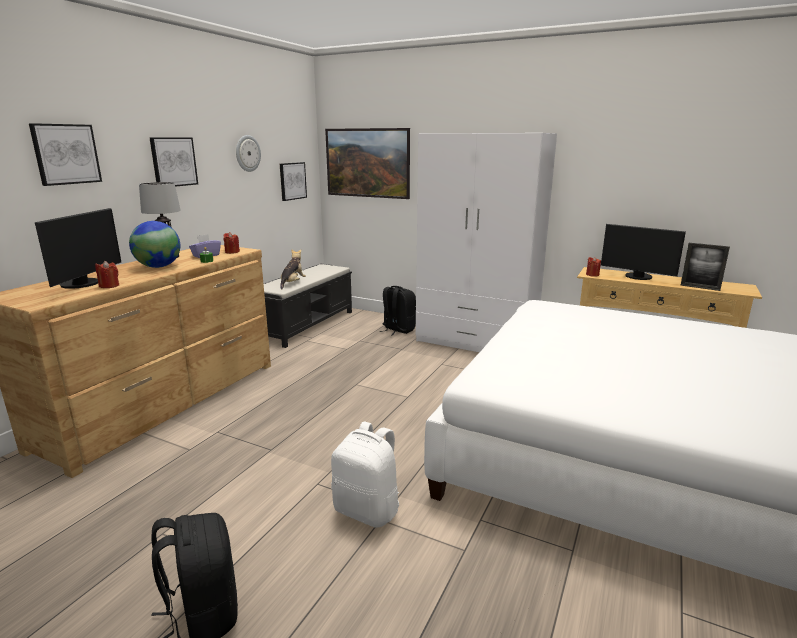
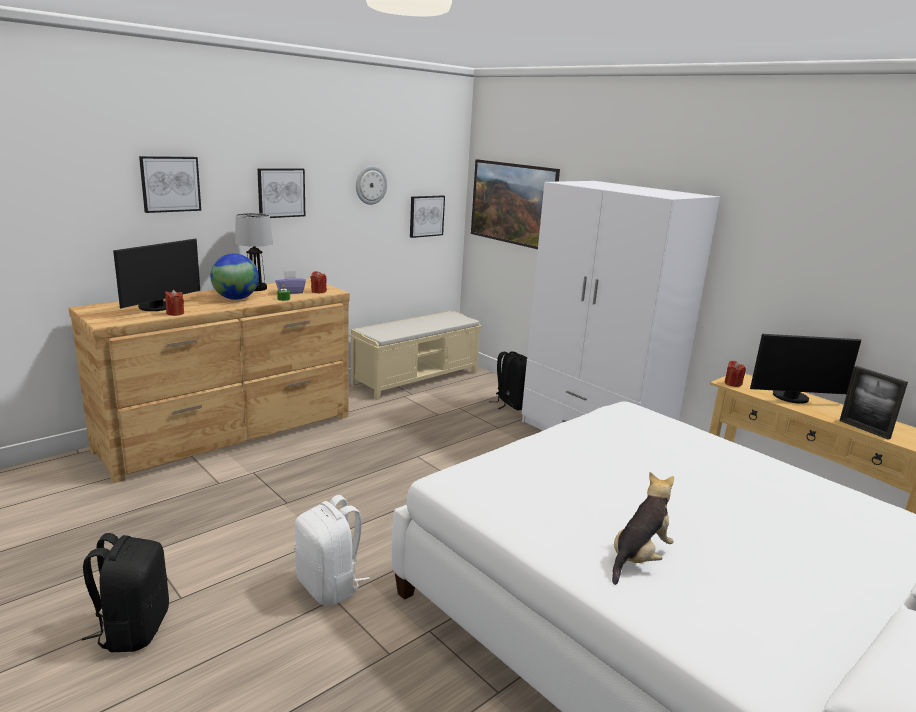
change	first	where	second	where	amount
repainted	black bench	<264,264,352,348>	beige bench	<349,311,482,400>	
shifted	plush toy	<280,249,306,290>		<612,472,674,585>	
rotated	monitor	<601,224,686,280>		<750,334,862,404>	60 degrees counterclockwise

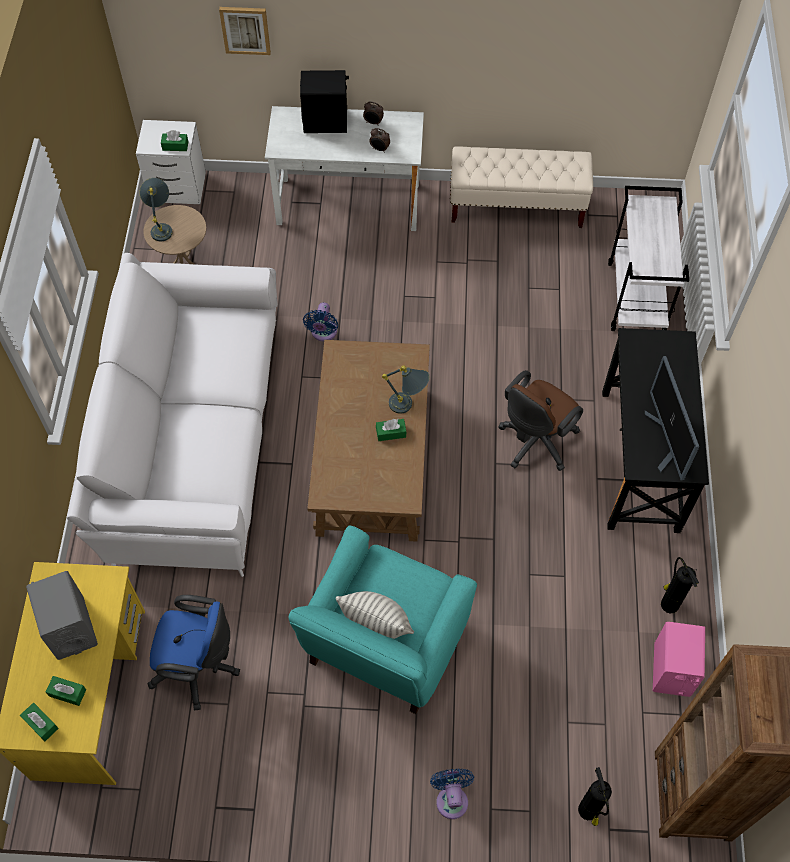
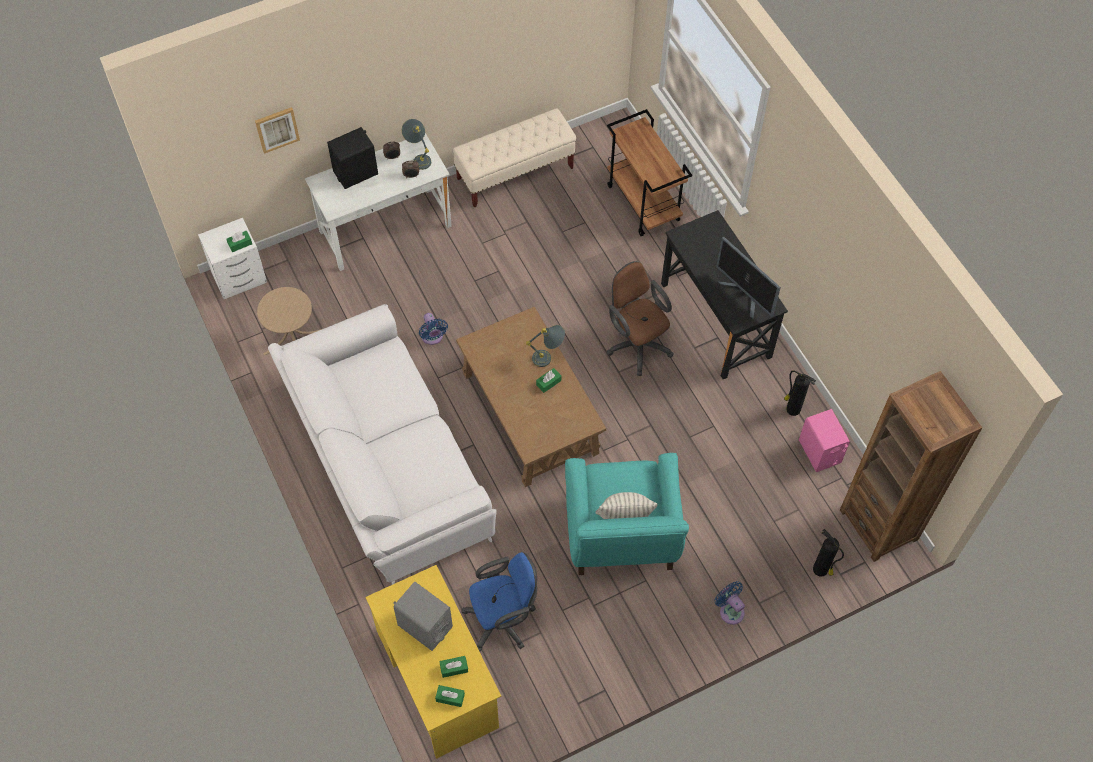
change	first	where	second	where	amount
shifted	grey table lamp	<140,178,173,241>		<402,119,431,170>	
repainted	white cart	<608,186,689,331>	brown cart	<607,109,692,236>	
rotated	brown office chair	<499,370,583,471>		<607,261,674,376>	135 degrees clockwise

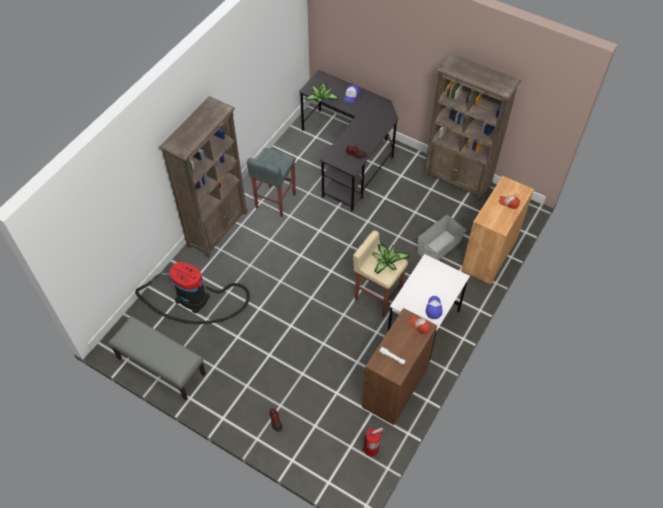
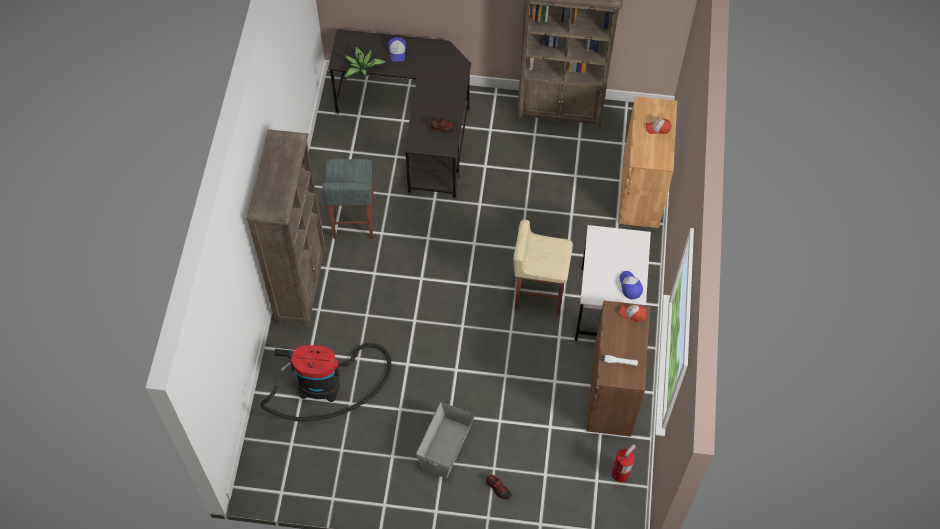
change	first	where	second	where	amount
shifted	grey storage box	<418,214,466,260>		<416,402,475,479>	
gone	grey bench	<108,316,206,400>			
gone	potted plant	<373,244,410,274>			

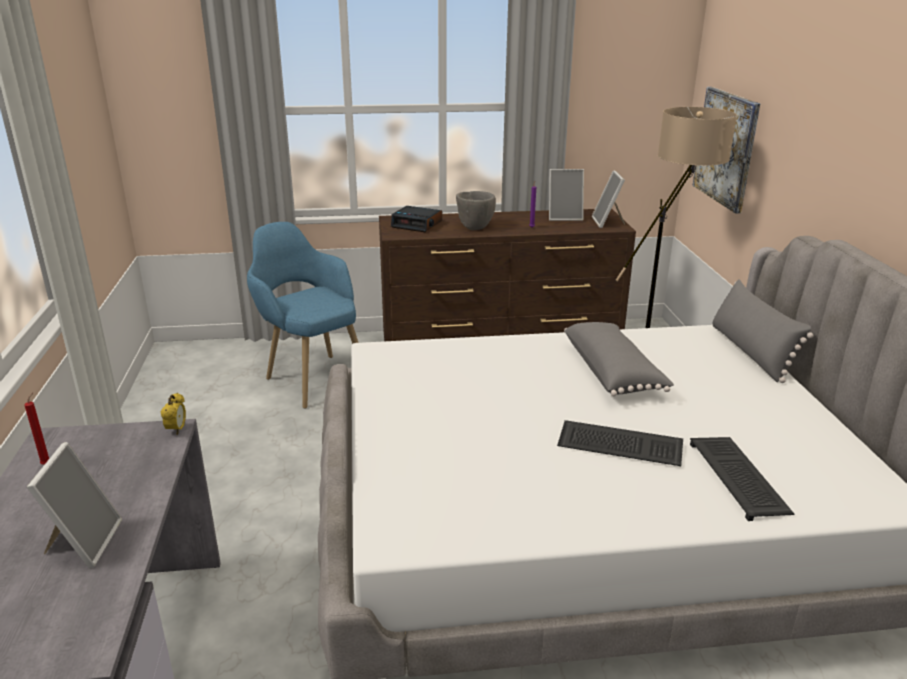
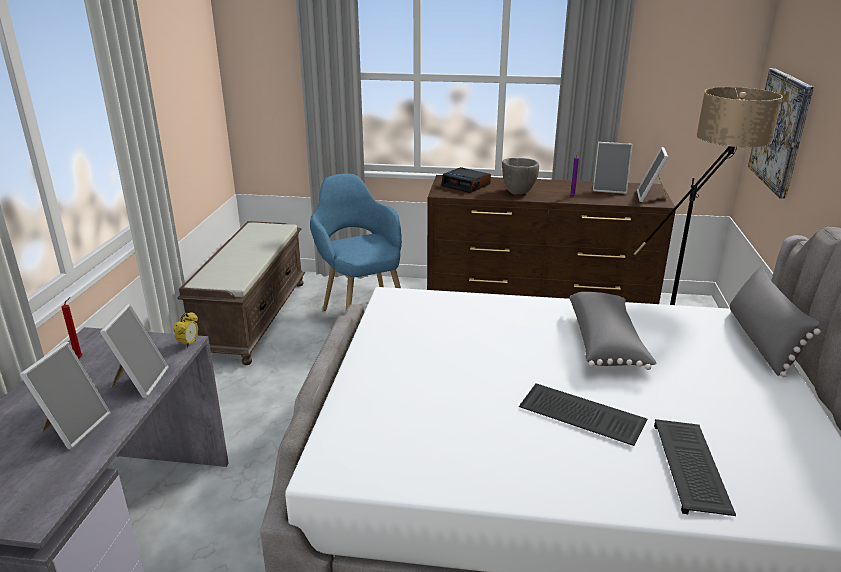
change	first	where	second	where	amount
new			picture frame	<100,304,169,398>	
new			brown bench	<177,221,305,365>	

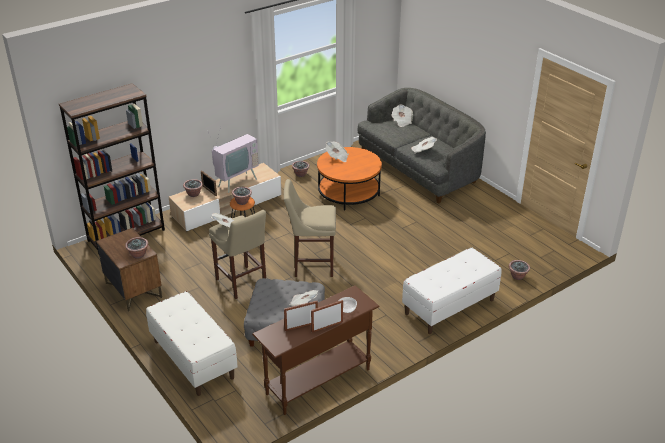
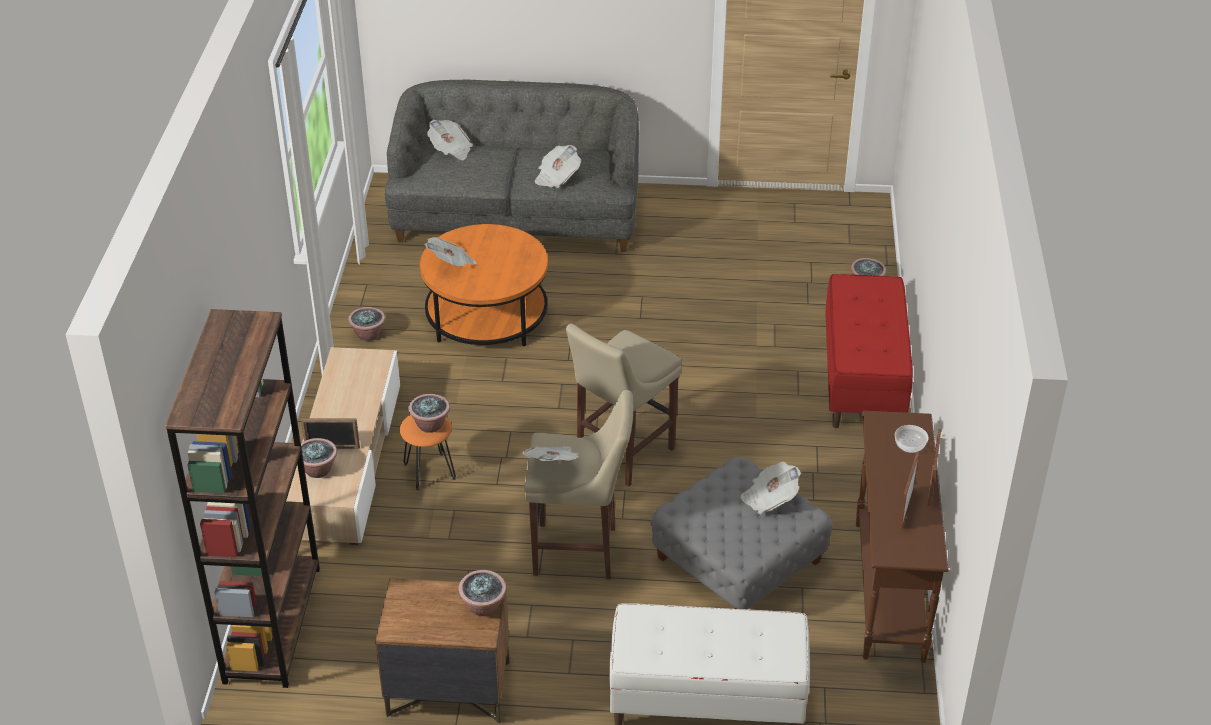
change	first	where	second	where	amount
repainted	white bench	<402,248,502,334>	red bench	<825,274,913,428>	
gone	television	<207,127,259,193>			

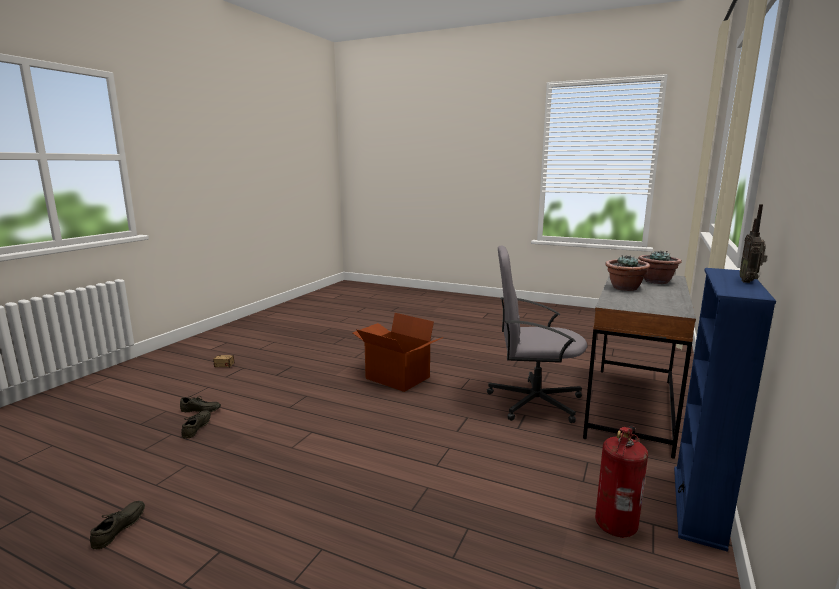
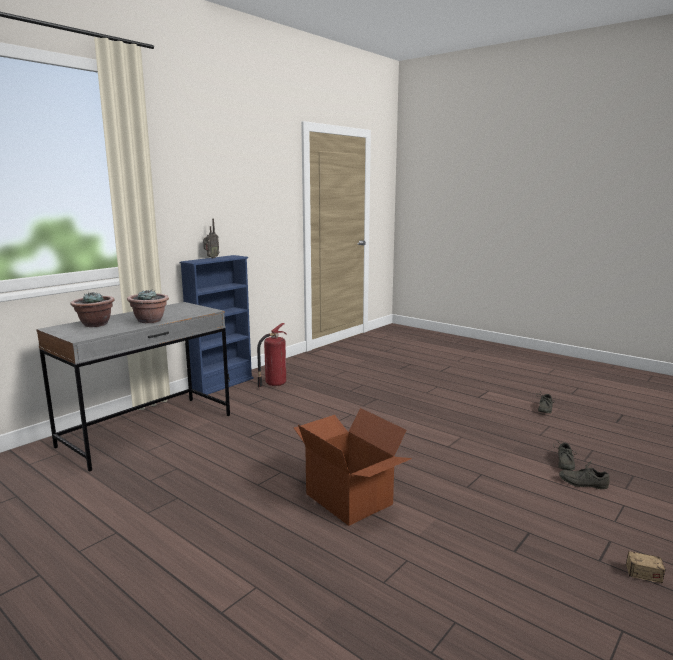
change	first	where	second	where	amount
gone	grey office chair	<487,246,587,423>			

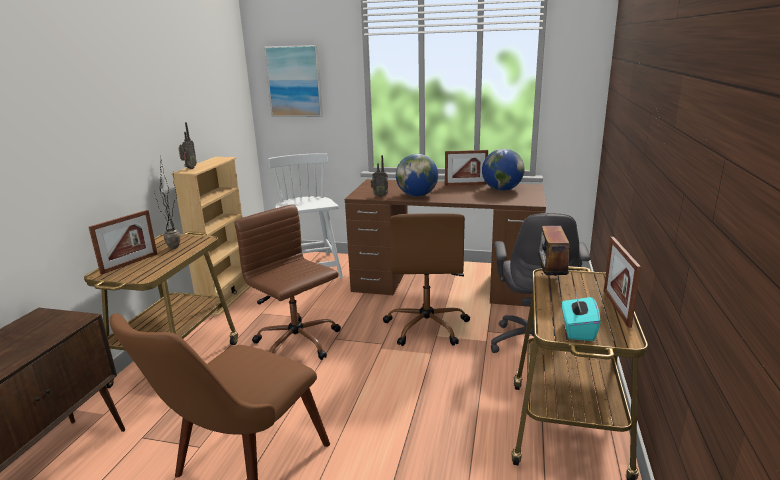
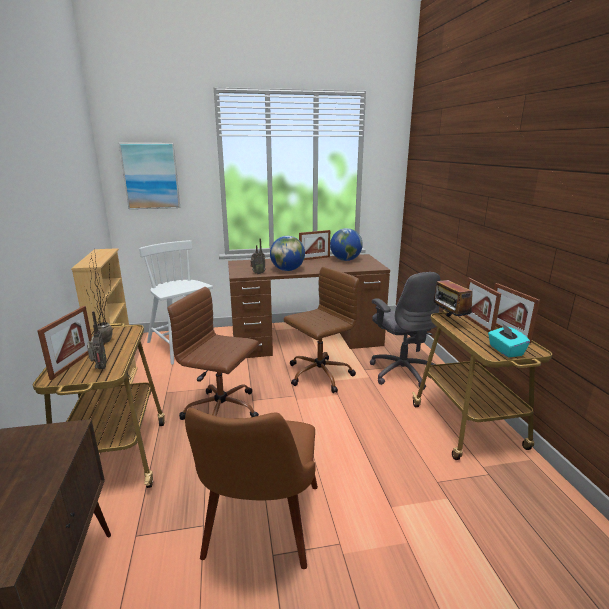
change	first	where	second	where	amount
shifted	radio	<179,122,197,169>		<87,311,107,369>	
rotated	brown office chair	<383,213,470,346>		<284,266,359,393>	105 degrees counterclockwise
new			picture frame	<463,278,501,332>	

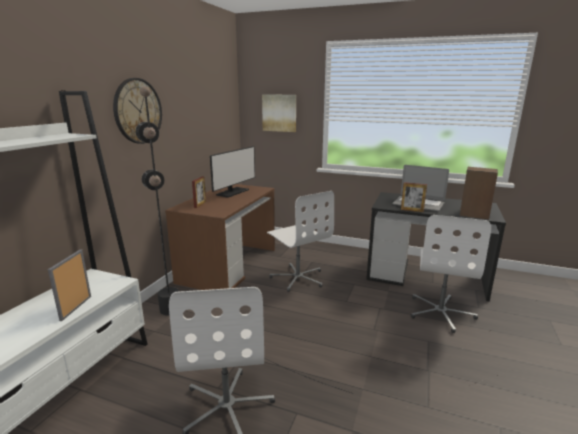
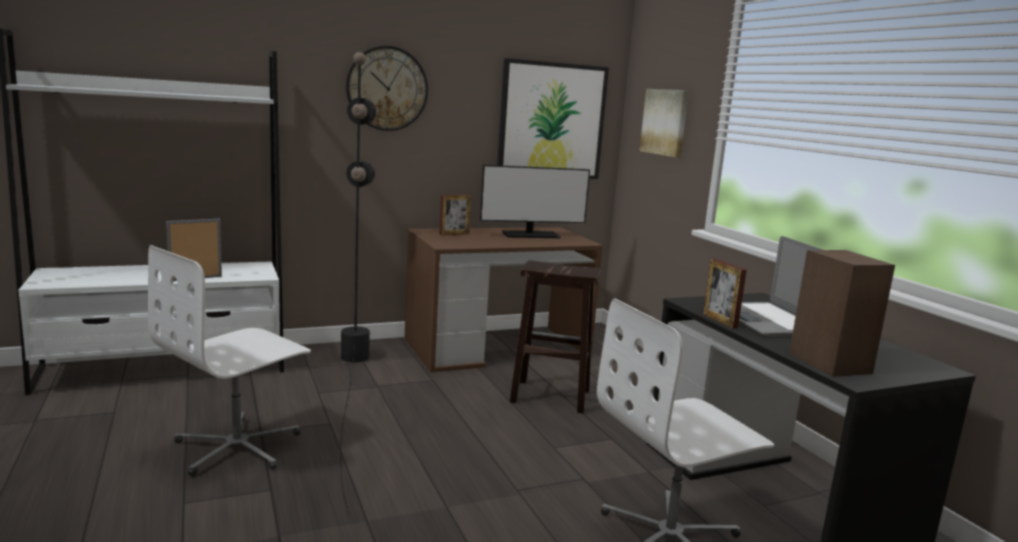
change	first	where	second	where	amount
new			picture	<497,58,609,179>	
swapped	white office chair	<267,191,334,292>	brown stool	<510,260,601,413>	

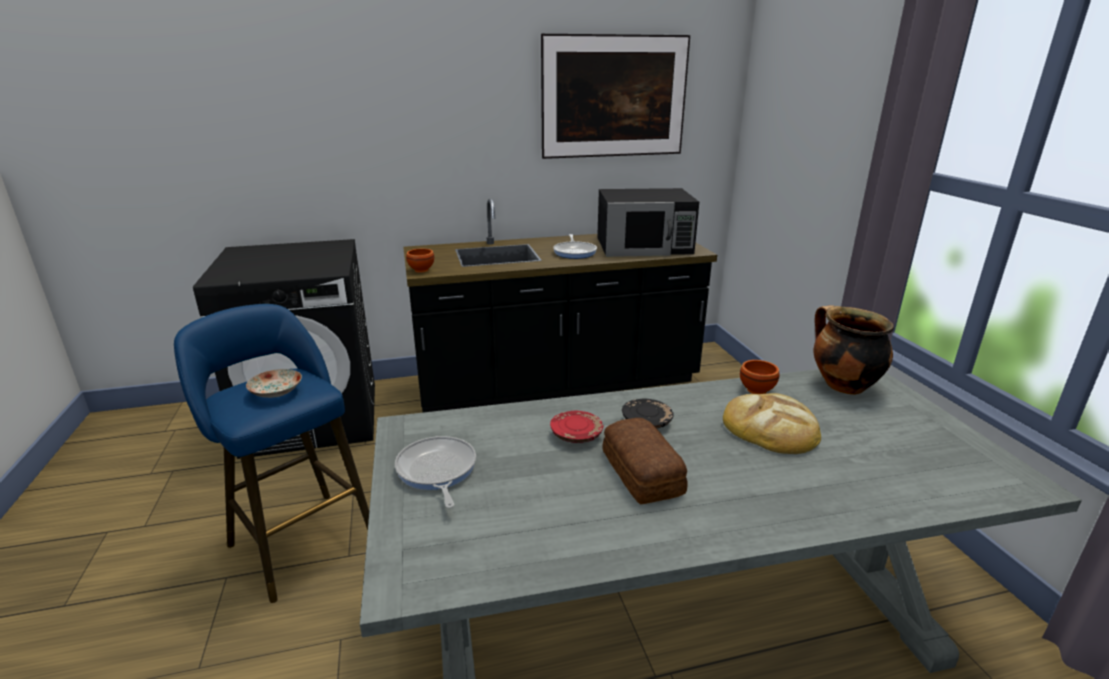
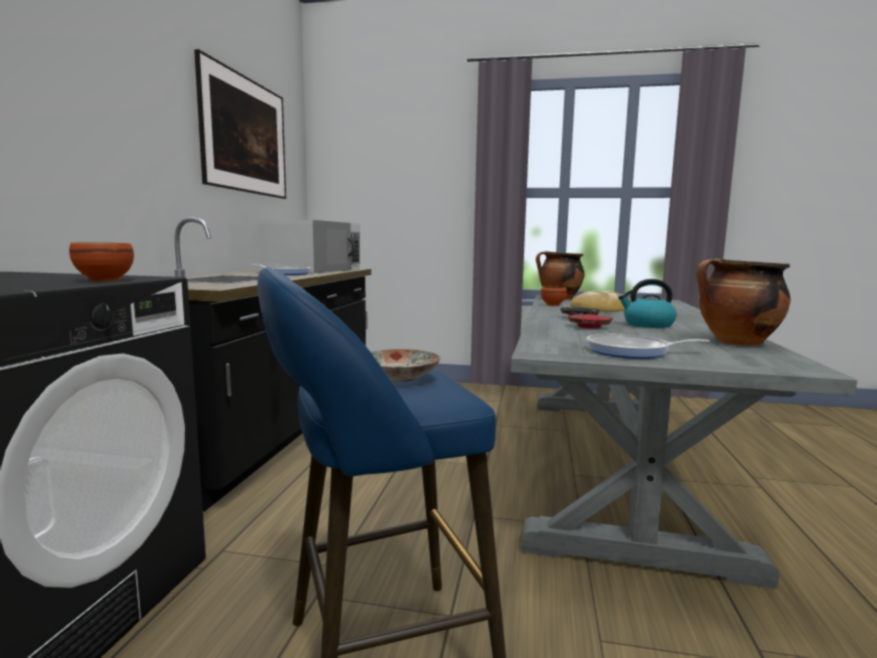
change	first	where	second	where	amount
shifted	brown bowl	<406,249,434,273>		<69,242,134,282>	
repainted	black microwave	<597,188,699,257>	white microwave	<258,220,360,273>	
swapped	bread	<602,418,688,504>	kettle	<618,279,677,328>	
new			cooking pot	<696,258,790,346>	

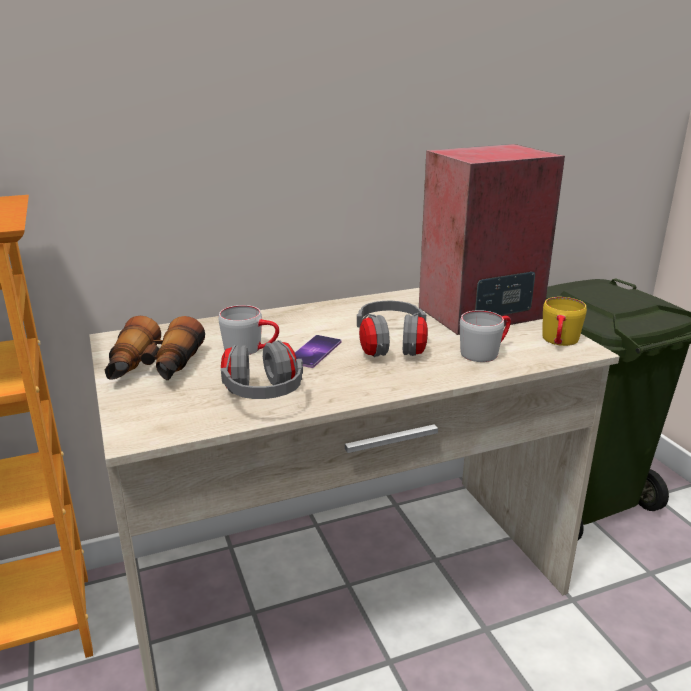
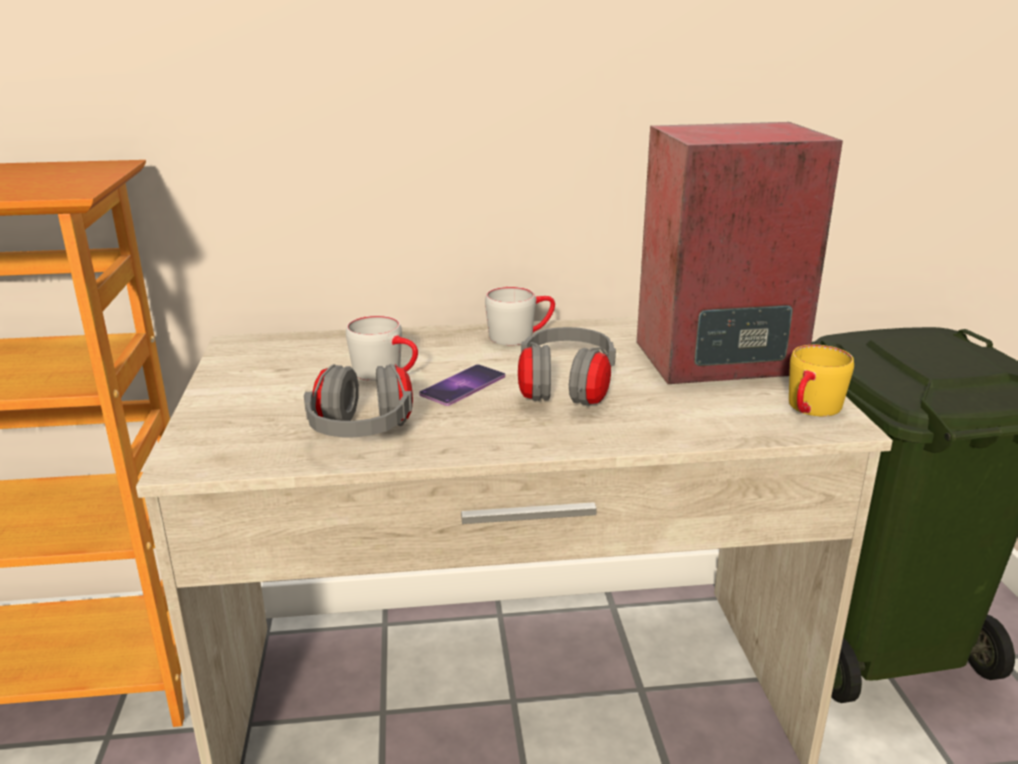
change	first	where	second	where	amount
shifted	grey mug	<460,310,511,362>		<485,287,555,346>	
gone	binoculars	<105,316,205,380>			

